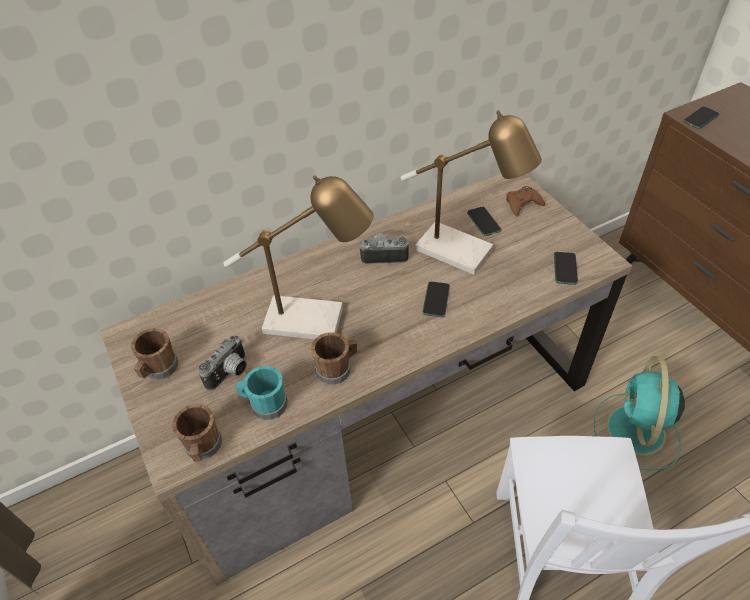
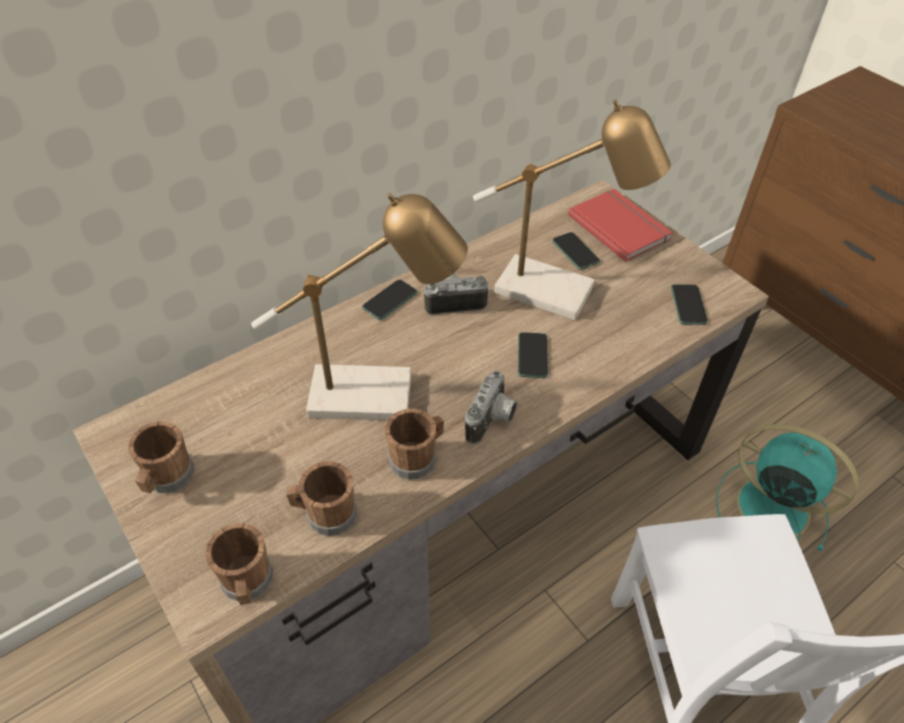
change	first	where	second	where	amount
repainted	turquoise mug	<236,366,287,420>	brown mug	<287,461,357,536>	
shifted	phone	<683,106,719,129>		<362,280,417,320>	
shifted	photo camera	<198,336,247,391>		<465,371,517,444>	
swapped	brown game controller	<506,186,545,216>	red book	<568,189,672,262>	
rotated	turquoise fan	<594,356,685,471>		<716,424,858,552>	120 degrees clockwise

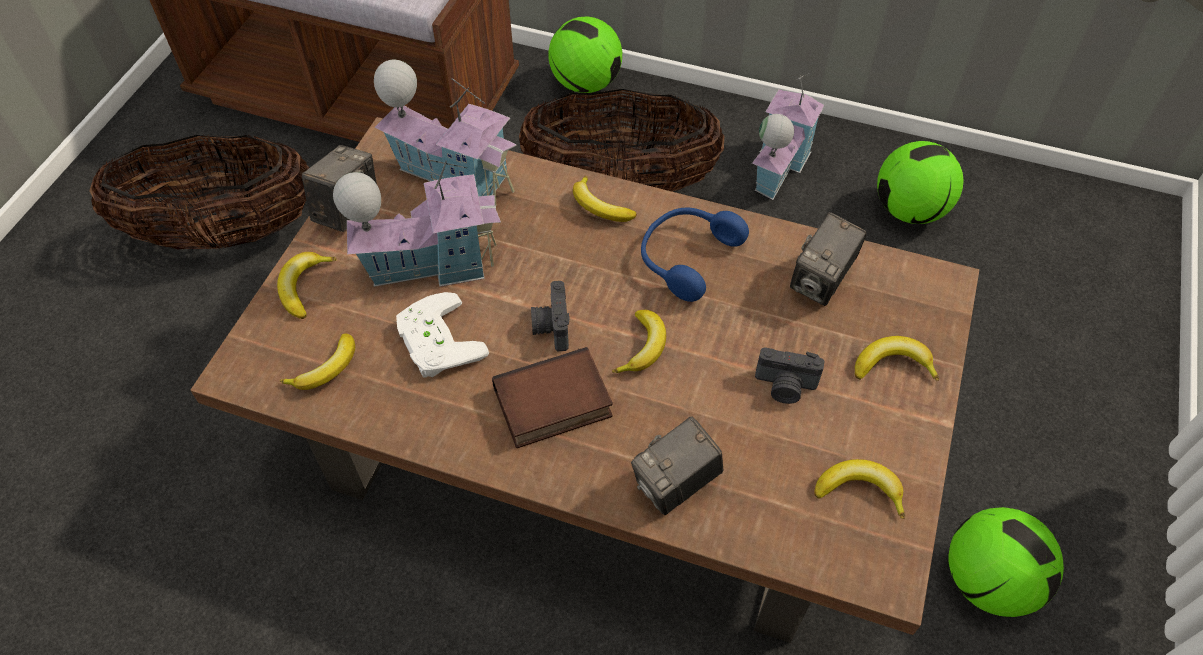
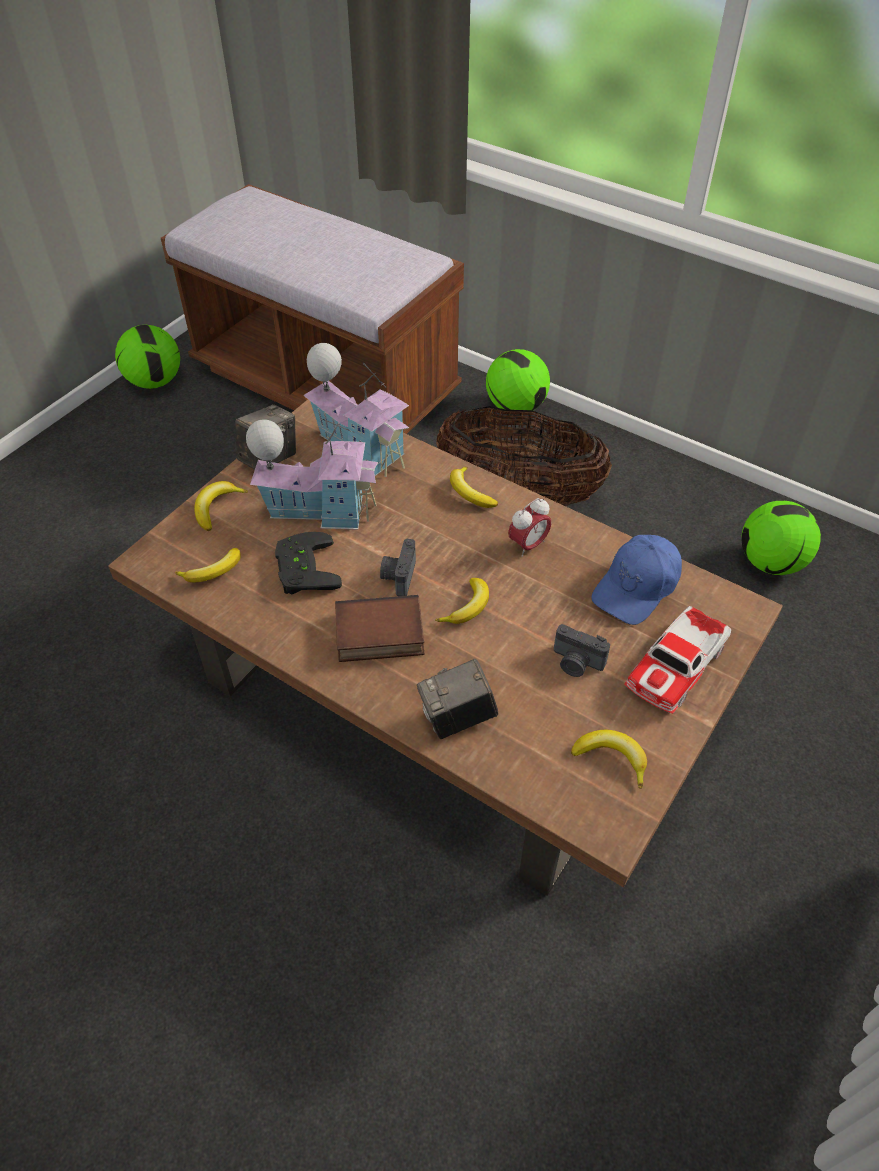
change	first	where	second	where	amount
shifted	football	<949,507,1064,617>		<115,325,180,389>	
repainted	white game controller	<396,292,489,378>	black game controller	<275,532,342,594>	
swapped	blue headphones	<641,208,749,302>	alarm clock	<508,498,552,557>	
swapped	photo camera	<790,212,867,306>	blue cap	<591,535,682,625>	
swapped	banana	<855,336,939,381>	toy car	<624,606,731,714>	
gone	basket	<89,134,309,249>			
gone	toy house	<752,73,824,200>			

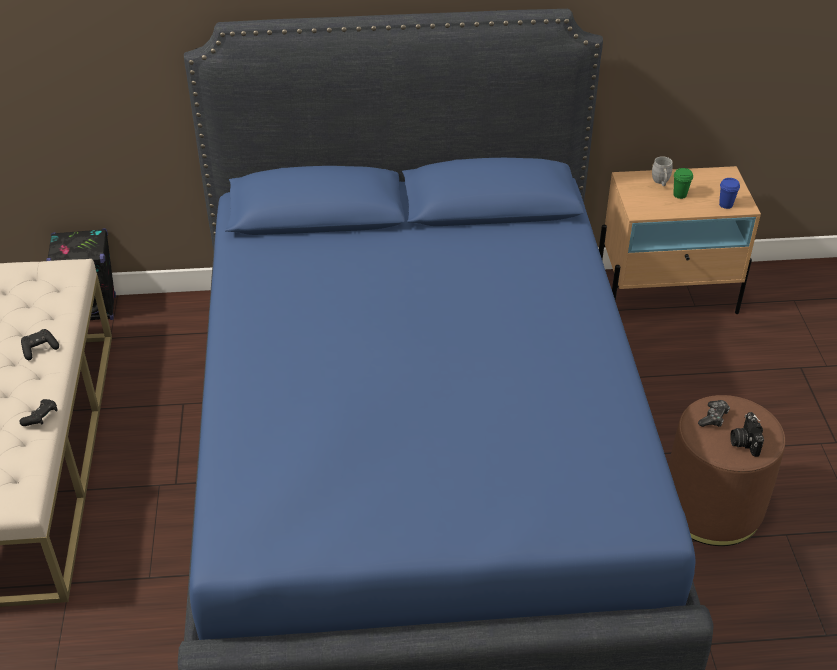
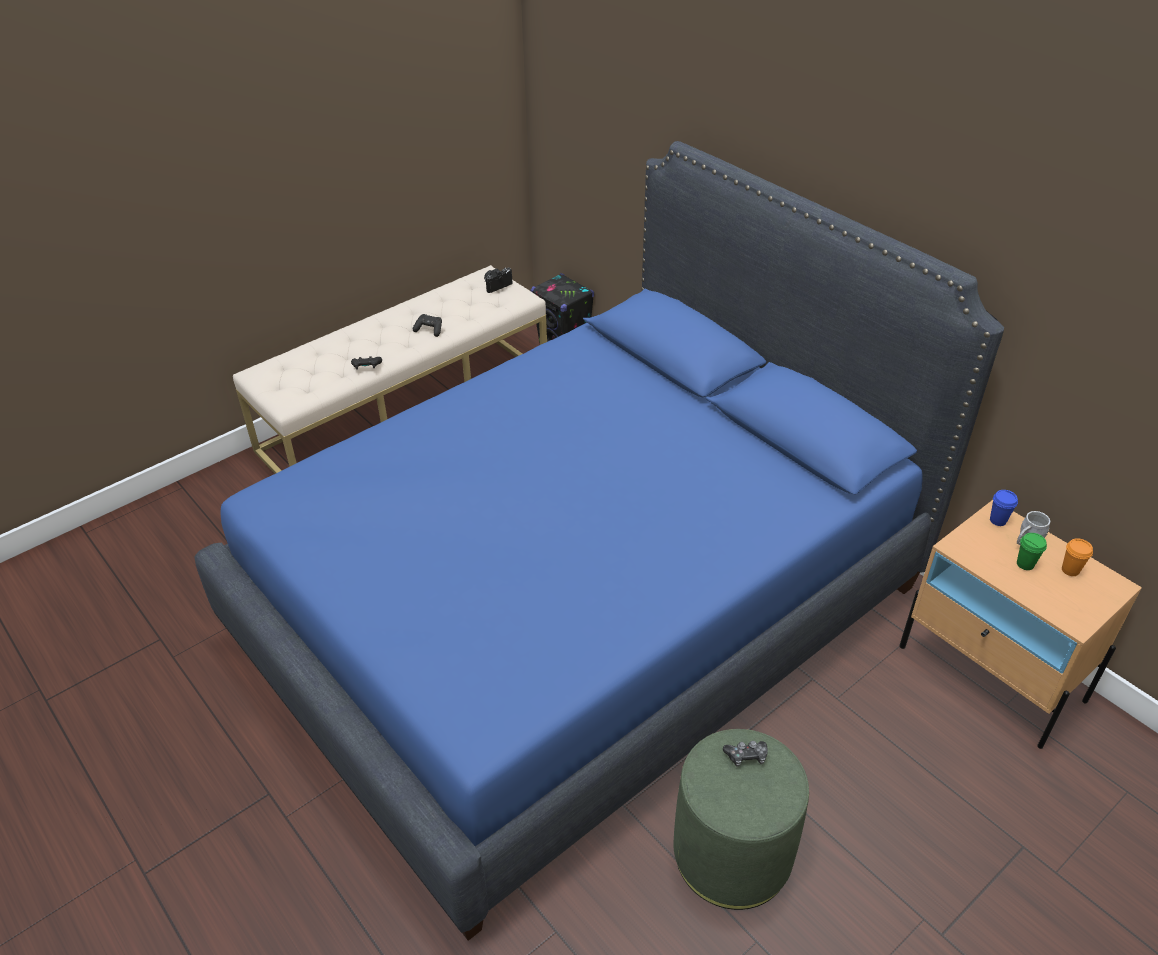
change	first	where	second	where	amount
shifted	photo camera	<730,412,764,457>		<484,267,512,293>	
repainted	brown ottoman	<668,395,785,546>	green ottoman	<673,729,809,910>	
shifted	blue cup	<719,178,740,209>		<990,490,1018,526>	
new			orange cup	<1062,538,1093,576>	

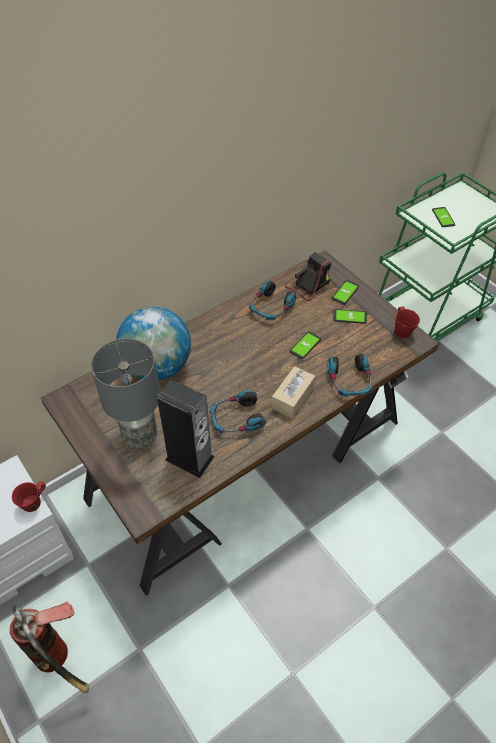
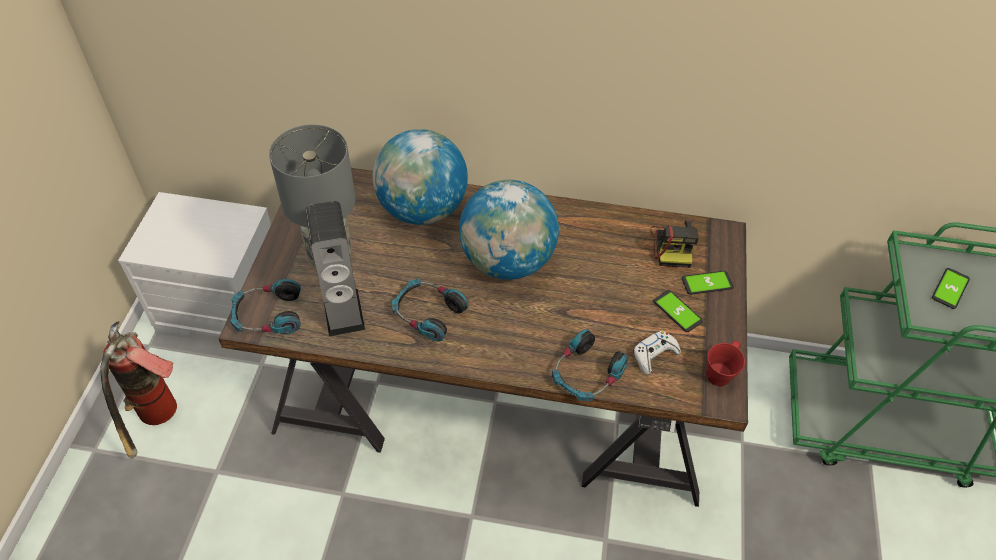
change	first	where	second	where	amount
shifted	headphones	<249,280,297,320>		<230,279,301,334>	
new			globe	<459,180,559,280>	
new			white game controller	<633,331,681,375>	
rotated	photo camera	<285,252,331,301>		<650,220,699,268>	90 degrees clockwise
gone	red mug	<12,481,46,512>			
gone	beige tissue box	<271,366,315,418>			
gone	phone	<290,332,321,359>			

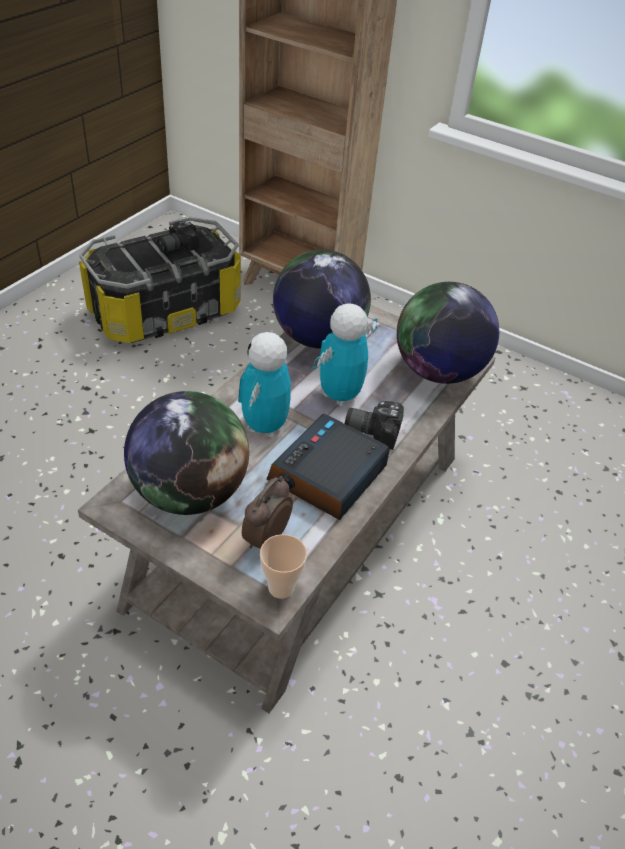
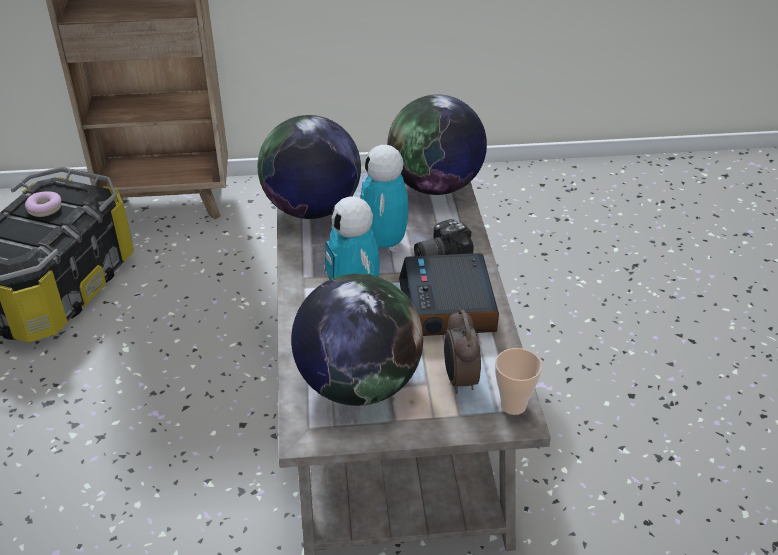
change	first	where	second	where	amount
swapped	photo camera	<157,221,199,253>	donut	<25,191,62,217>	

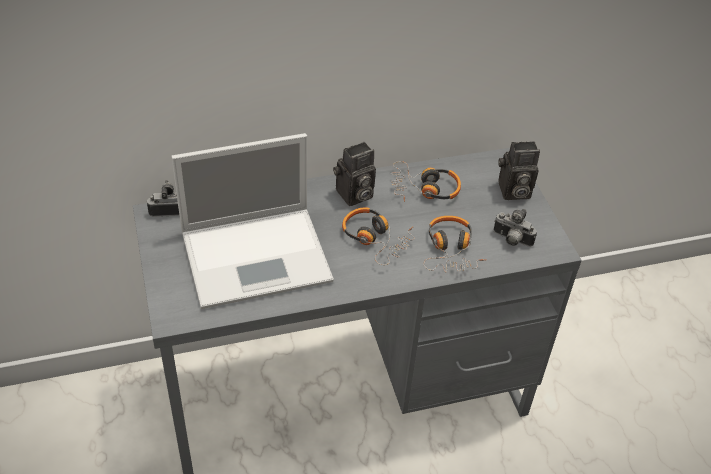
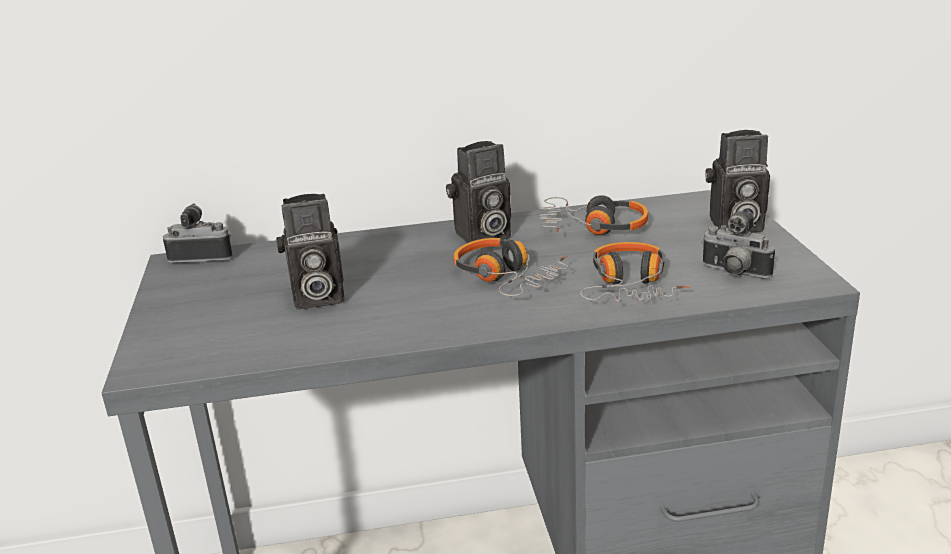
change	first	where	second	where	amount
swapped	laptop	<171,133,334,309>	photo camera	<276,194,345,309>	

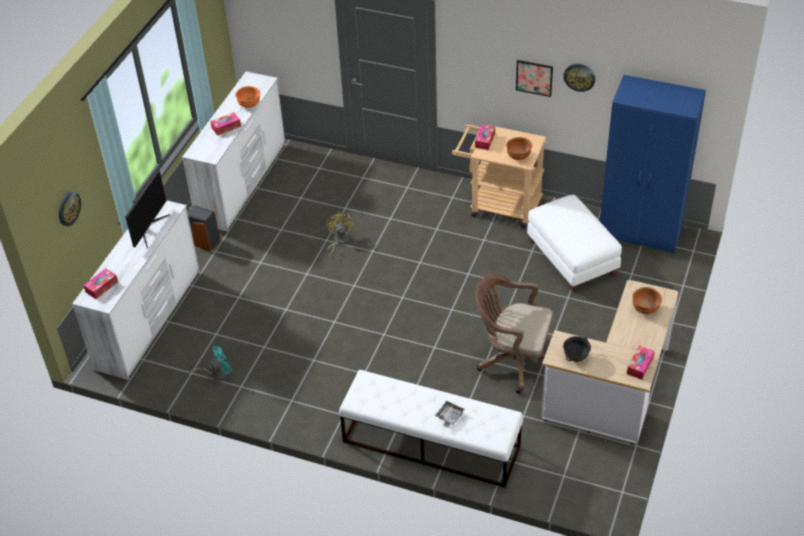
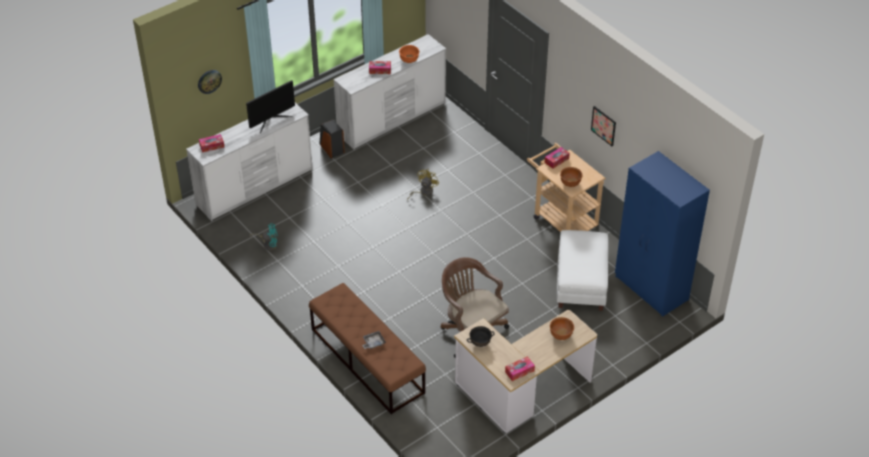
change	first	where	second	where	amount
repainted	white bench	<339,370,523,488>	brown bench	<309,283,426,414>	
gone	wall clock	<563,64,595,92>			

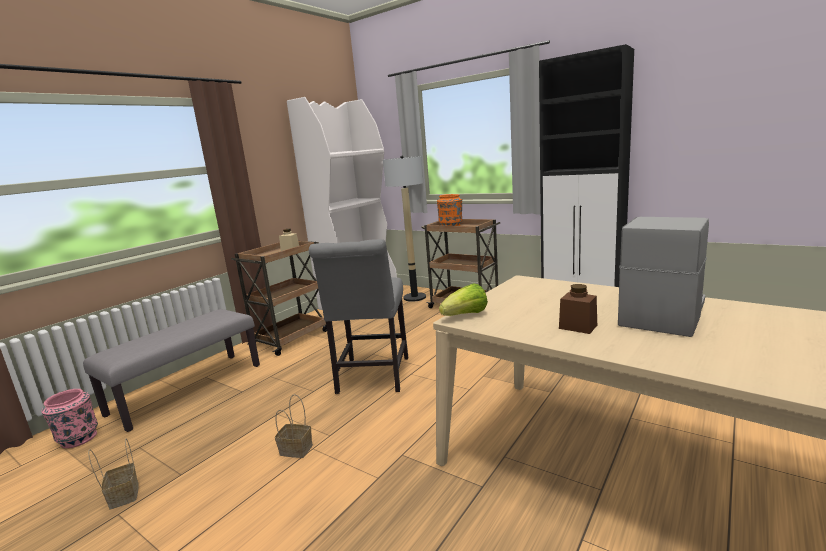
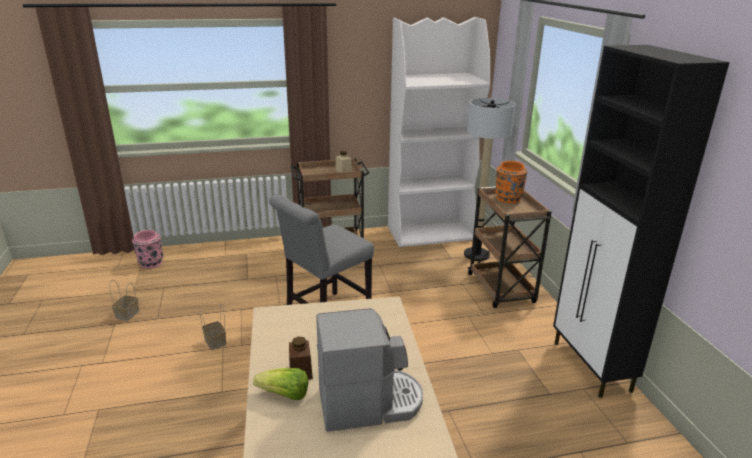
change	first	where	second	where	amount
shifted	lettuce	<439,283,488,316>		<253,368,308,400>	
gone	grey bench	<83,309,260,432>			

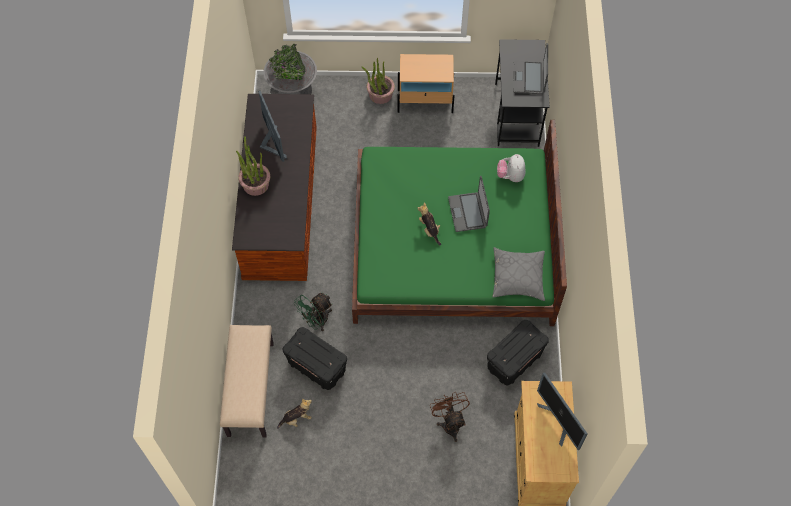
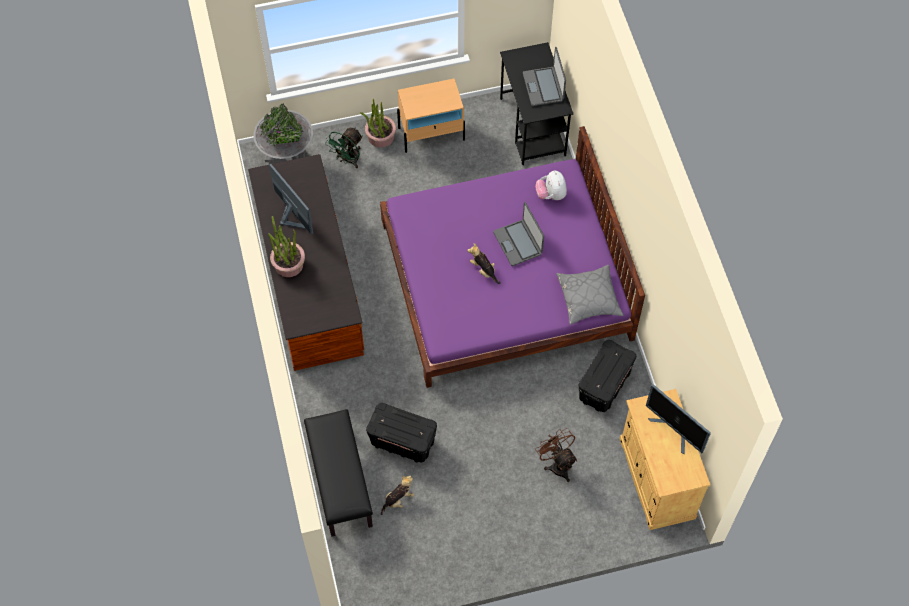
change	first	where	second	where	amount
repainted	beige bench	<220,325,274,438>	black bench	<304,409,373,537>	
shifted	green fan	<294,293,333,331>		<325,127,363,168>	
repainted	green bed	<352,120,567,326>	purple bed	<380,126,645,388>	

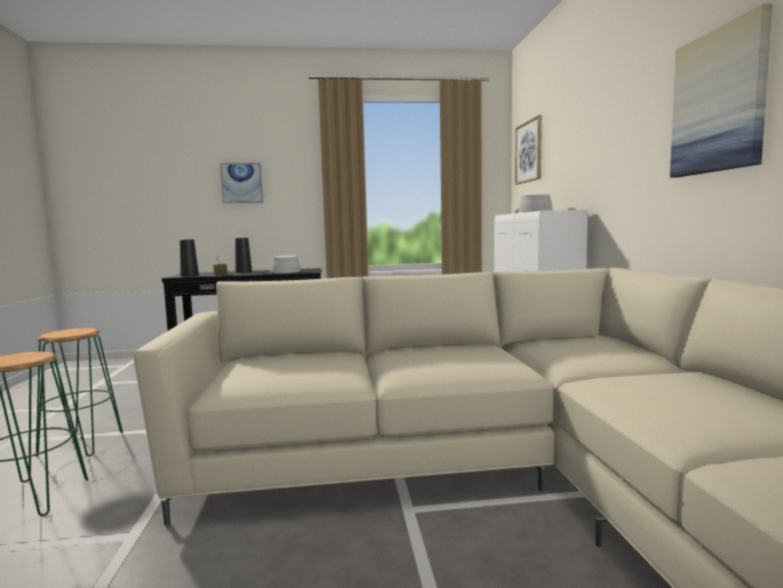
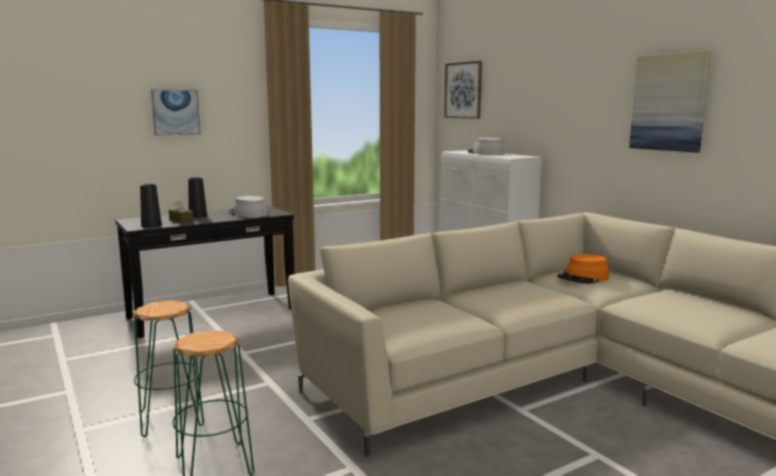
change	first	where	second	where	amount
new			orange hat	<557,254,609,284>	

